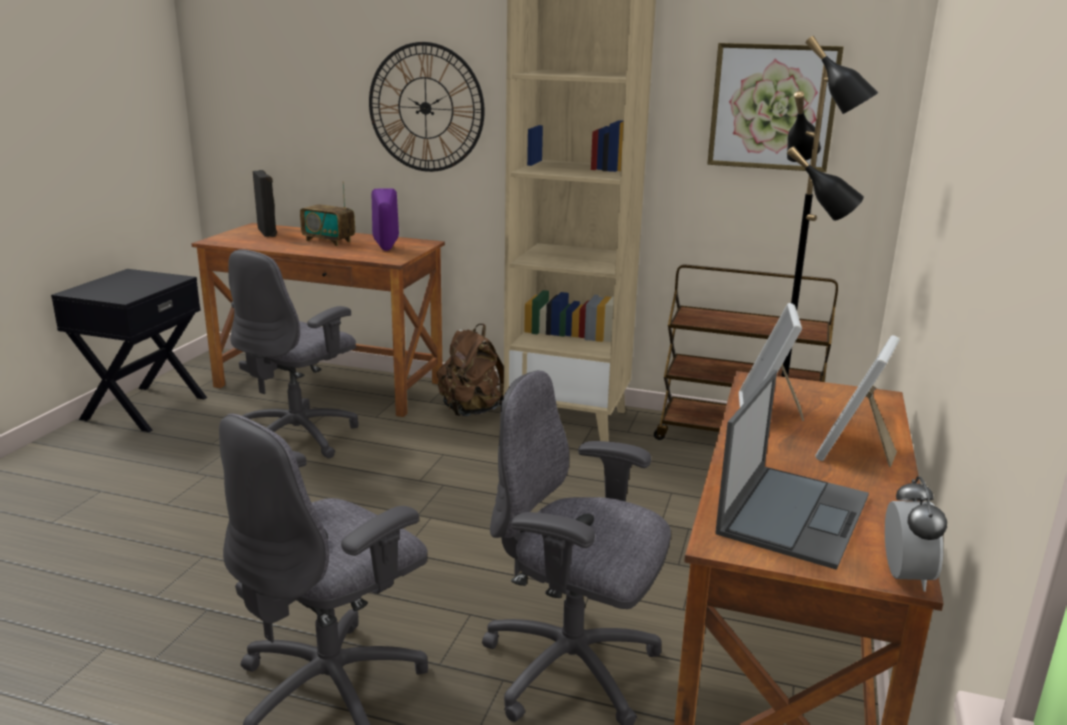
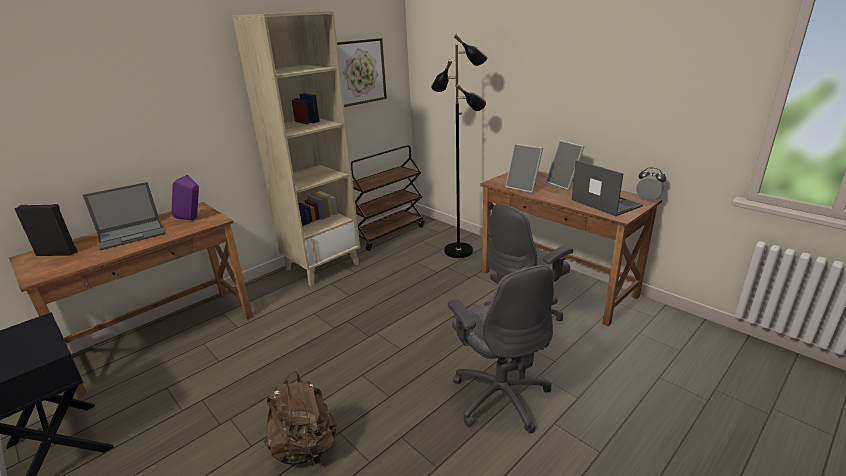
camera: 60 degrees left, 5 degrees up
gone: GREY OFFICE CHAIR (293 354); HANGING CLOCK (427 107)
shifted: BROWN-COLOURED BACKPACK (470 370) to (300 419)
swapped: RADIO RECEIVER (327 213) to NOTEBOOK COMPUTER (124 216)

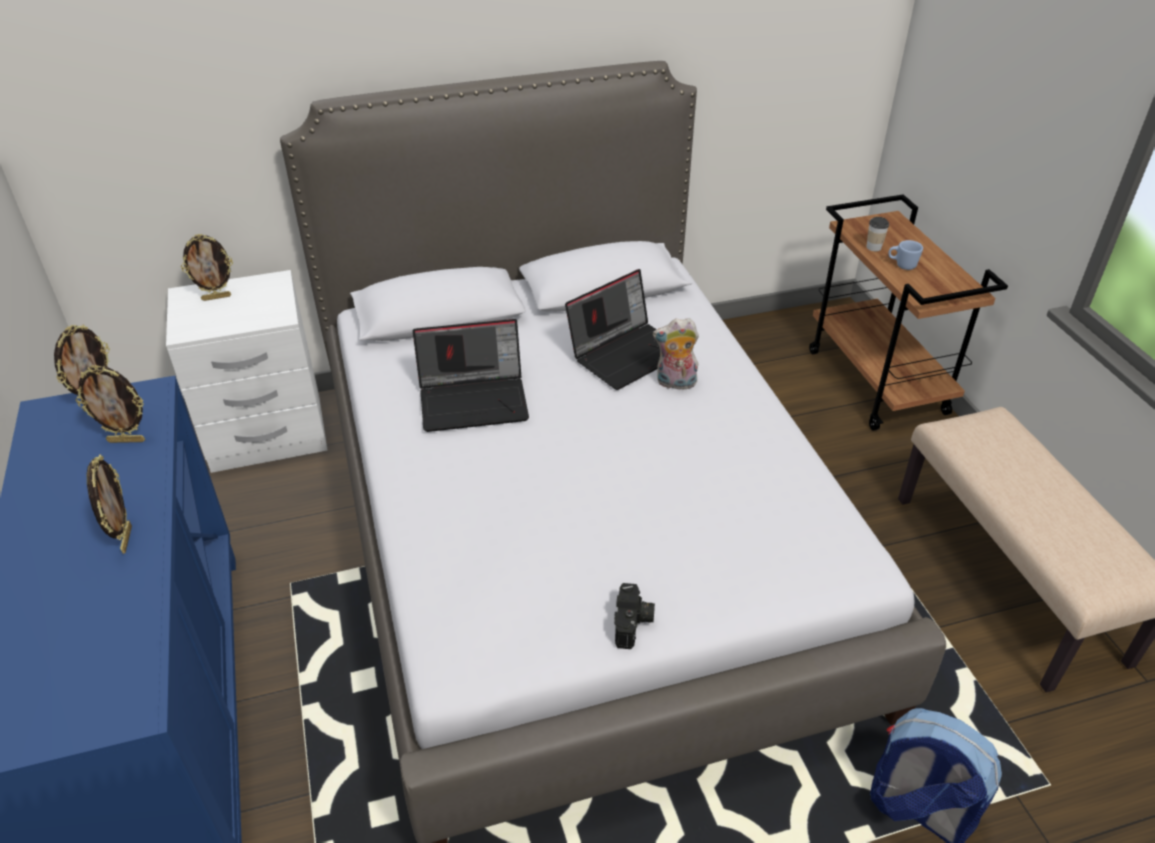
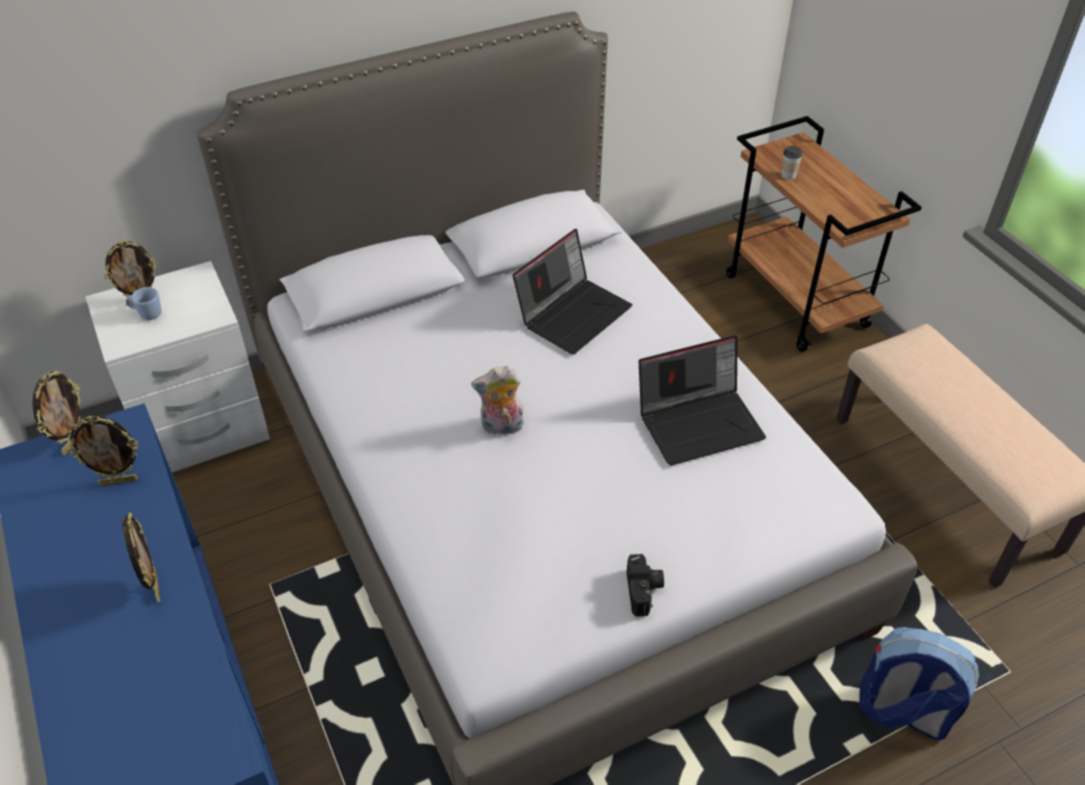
camera: 10 degrees left, 5 degrees up
shifted: NOTEBOOK COMPUTER (471 375) to (702 400); CUDDLY TOY (676 354) to (497 400); BLUE COFFEE MUG (905 255) to (144 303)

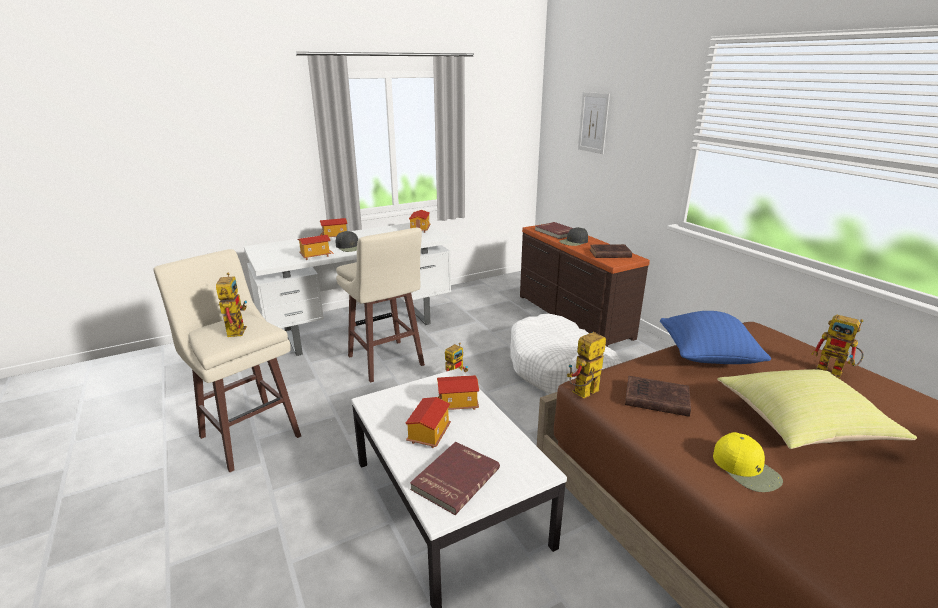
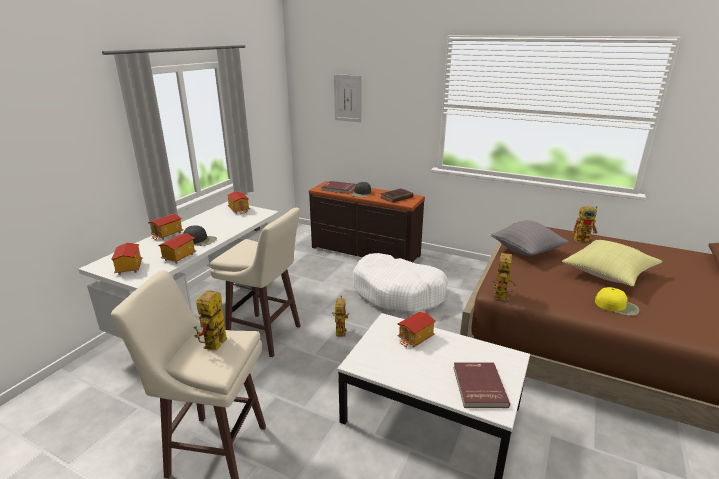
camera: 35 degrees left, 0 degrees up
gone: BROWN-COLOURED VOLUME (658 396)
shifted: MINIATURE HOUSE (428 422) to (127 259)
repainted: BLUE CUSHION (715 337) to GREY CUSHION (530 238)
rotated: MODEL ROBOT (231 304) = (210 320) 120 degrees counterclockwise

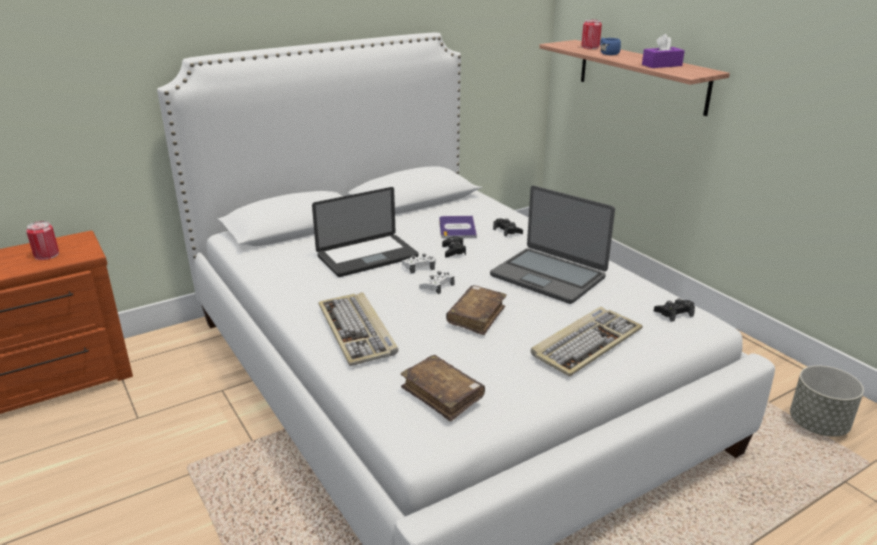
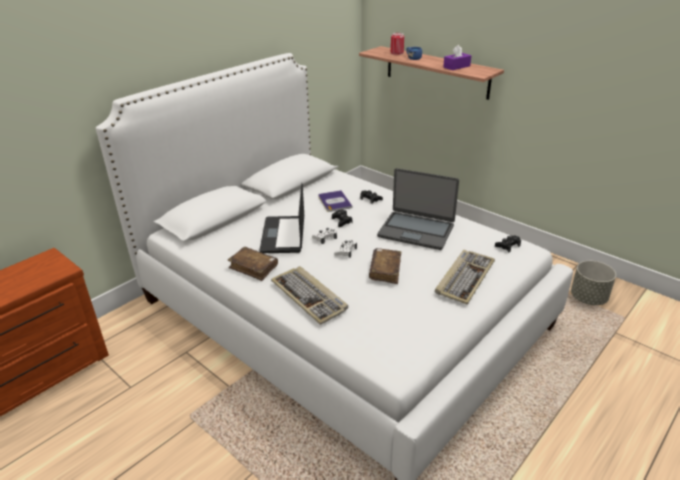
camera: 15 degrees left, 5 degrees up
gone: CAN (42 240)
shifted: BROWN-COLOURED VOLUME (442 388) to (253 264)
rotated: NOTEBOOK COMPUTER (365 232) = (282 218) 135 degrees clockwise

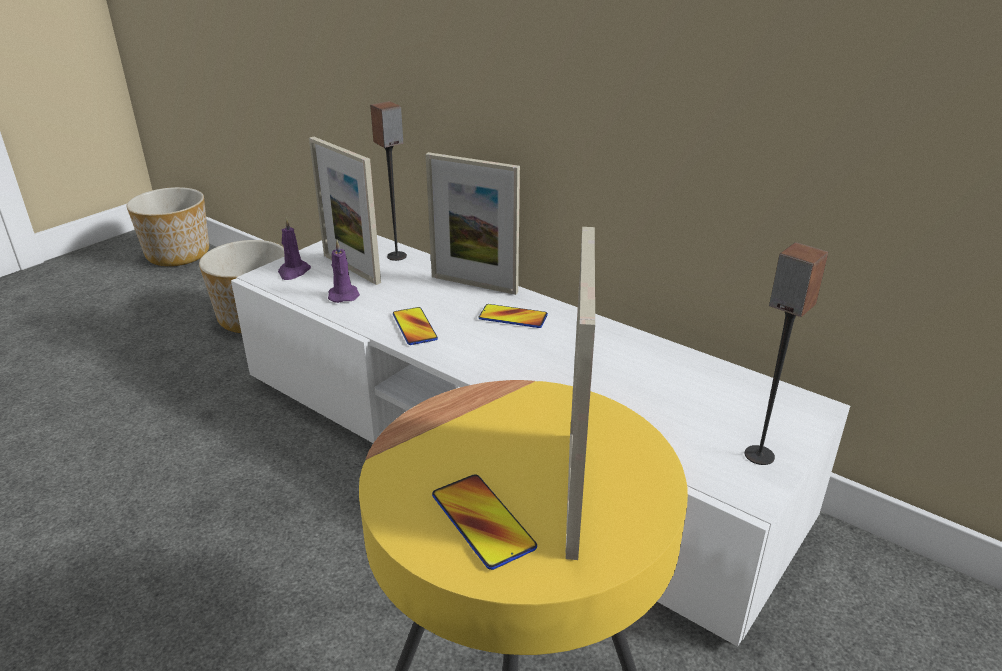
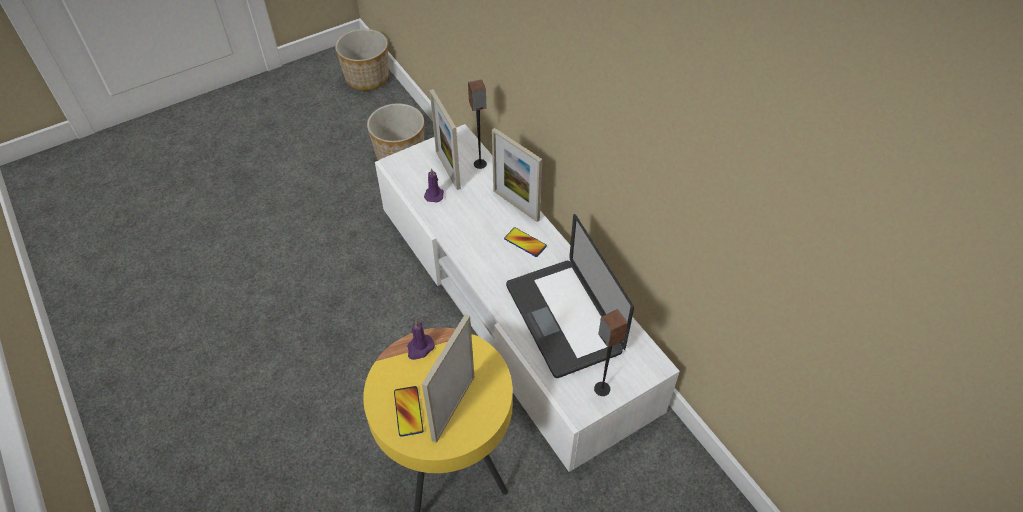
camera: 20 degrees right, 20 degrees up
gone: PHONE (415 326)
new: NOTEBOOK COMPUTER (570 296)
shifted: PURPLISH WAX CANDLE (294 249) to (421 340)

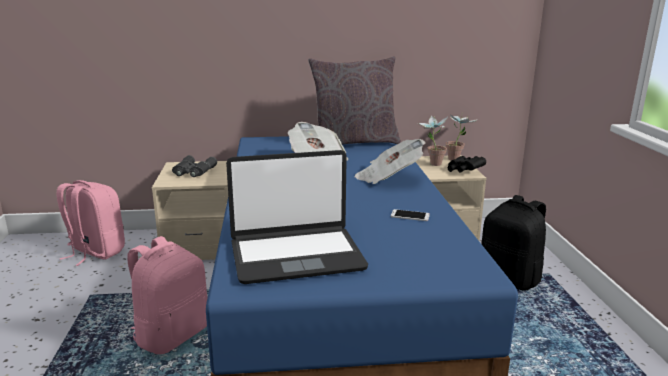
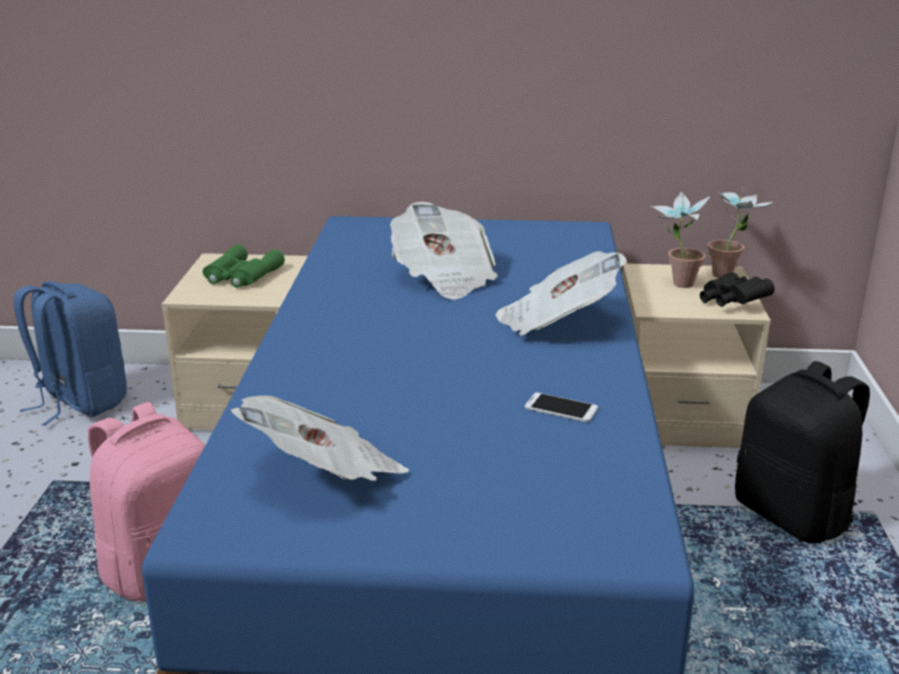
camera: 10 degrees right, 5 degrees up
gone: GREY CUSHION (354 100)
swapped: NOTEBOOK COMPUTER (297 217) to NEWSPAPER (320 438)
repainted: PINK BACKPACK (90 223) to BLUE BACKPACK (70 353); GREY BINOCULARS (194 166) to GREEN-COLOURED BINOCULARS (244 266)

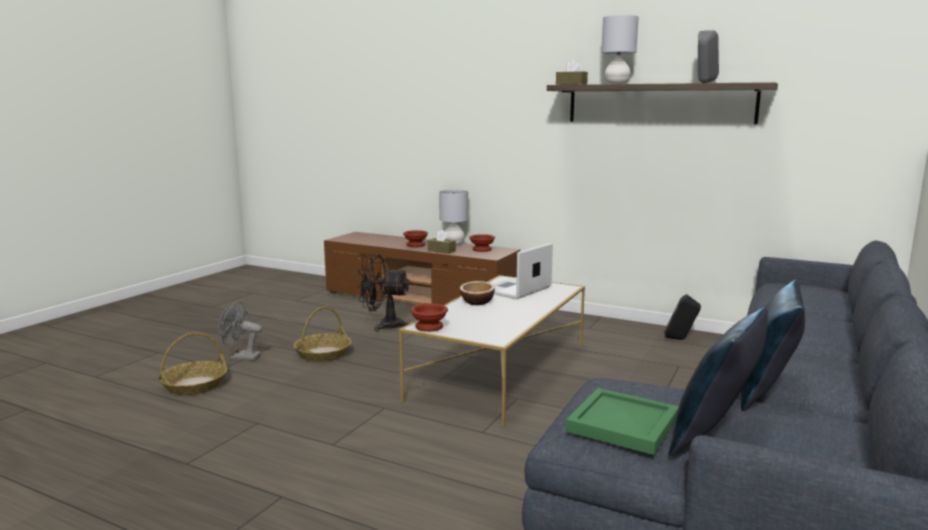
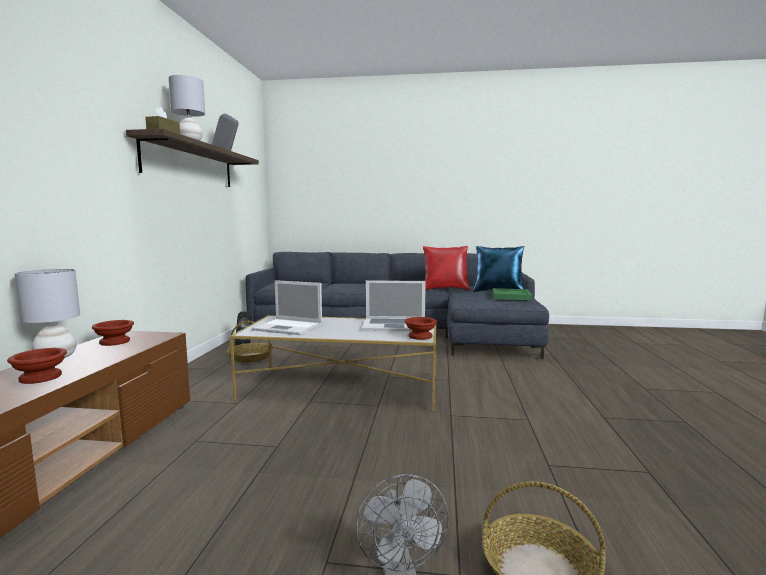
camera: 110 degrees left, 5 degrees down
gone: BLACK-COLOURED COOLING FAN (383 293); BROWN-COLOURED BOX OF TISSUES (442 242); SERVING BOWL (477 293)
new: NOTEBOOK COMPUTER (394 305)
shifted: BASKET (323 334) to (250 342)
repainted: BLUE CUSHION (773 345) to REDDISH CUSHION (447 268)

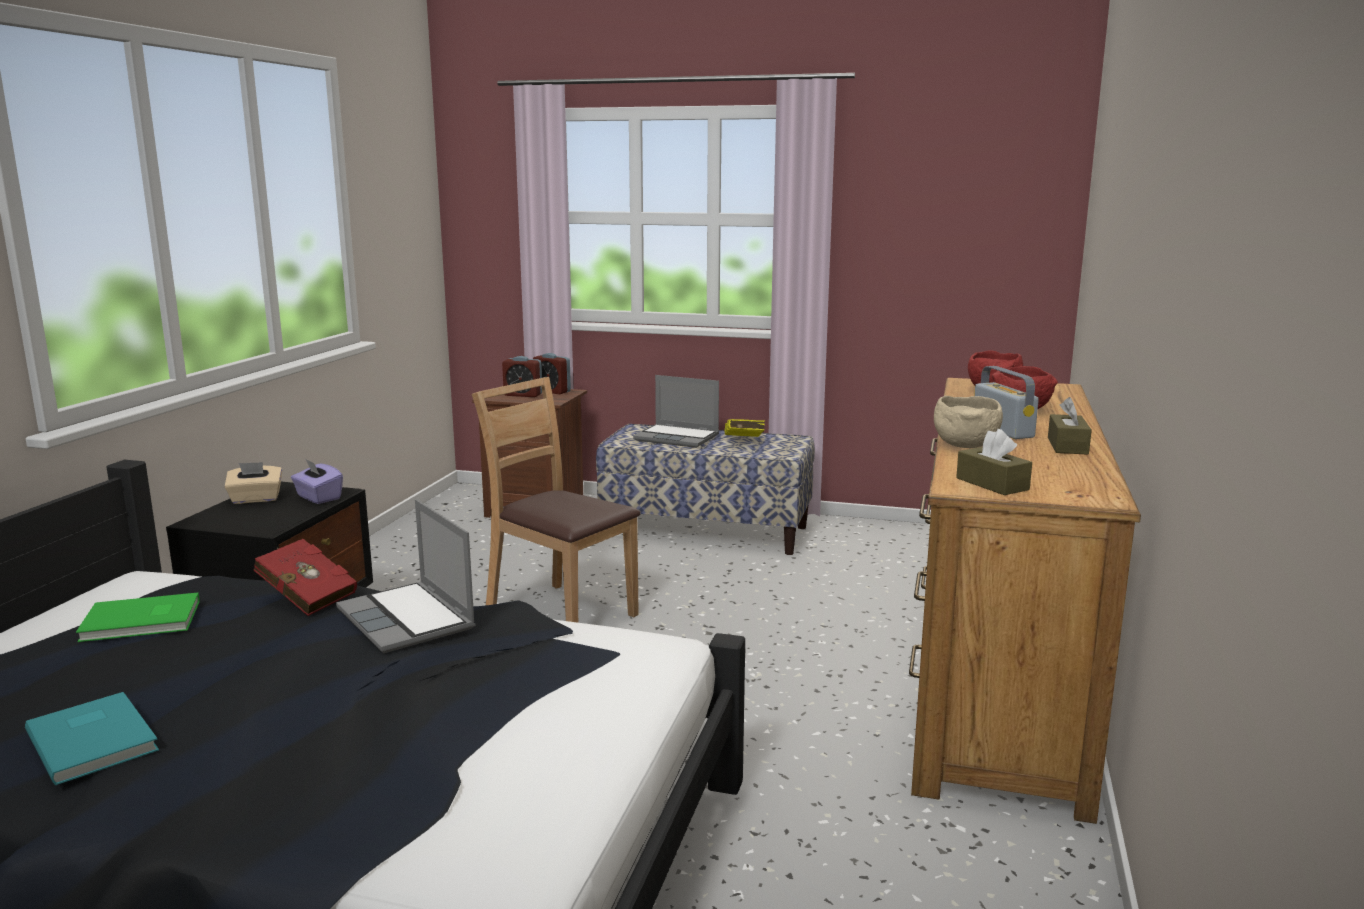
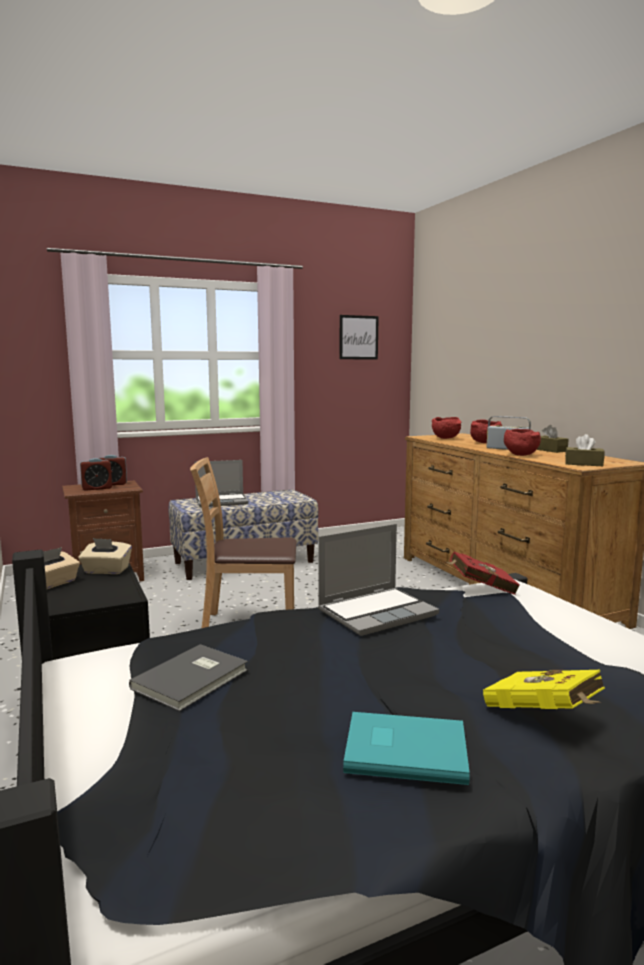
camera: 40 degrees left, 5 degrees down
new: WALL ART (359 337)
shifted: REDDISH VOLUME (305 577) to (482 573); YELLOW-COLOURED VOLUME (745 428) to (544 689)
repainted: GREEN-COLOURED VOLUME (138 617) to GREY VOLUME (188 678); PURPLISH BOX OF TISSUES (317 481) to BEIGE BOX OF TISSUES (105 556); BEIGE SERVING BOWL (968 422) to REDDISH SERVING BOWL (522 442)
rotated: NOTEBOOK COMPUTER (405 576) = (378 580) 45 degrees counterclockwise

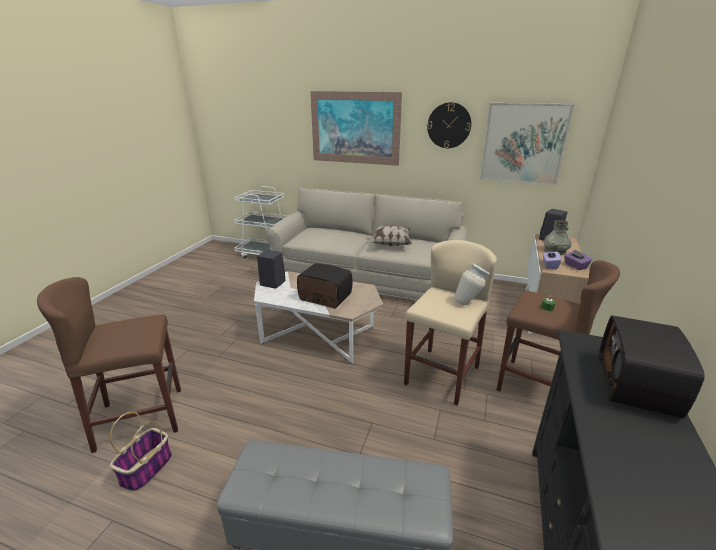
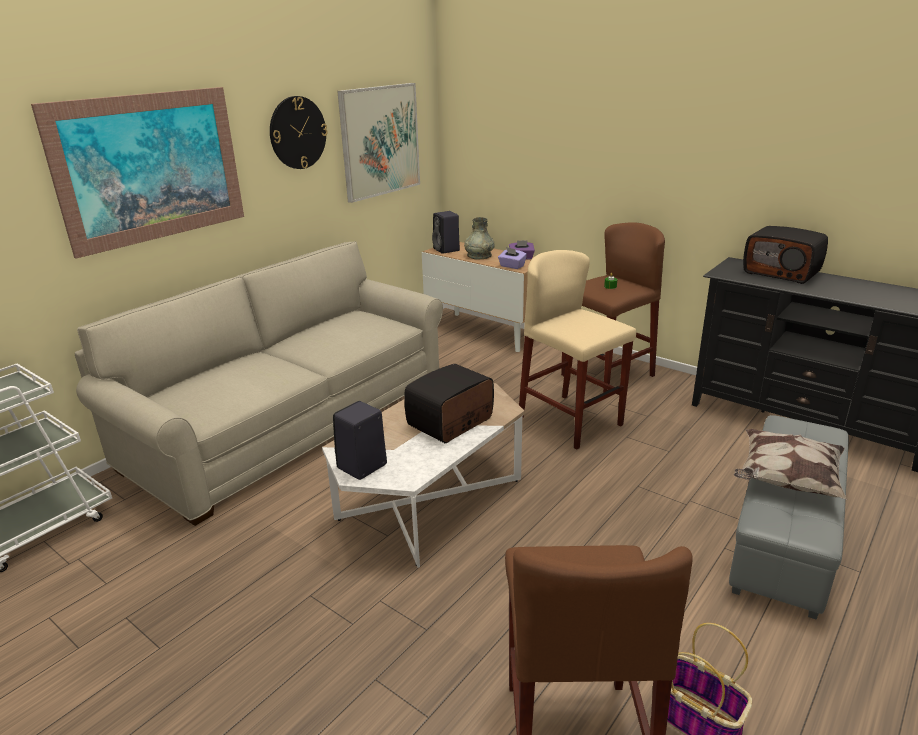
camera: 70 degrees left, 0 degrees up
gone: VASE (472 284)
shifted: CUSHION (391 235) to (790 464)

